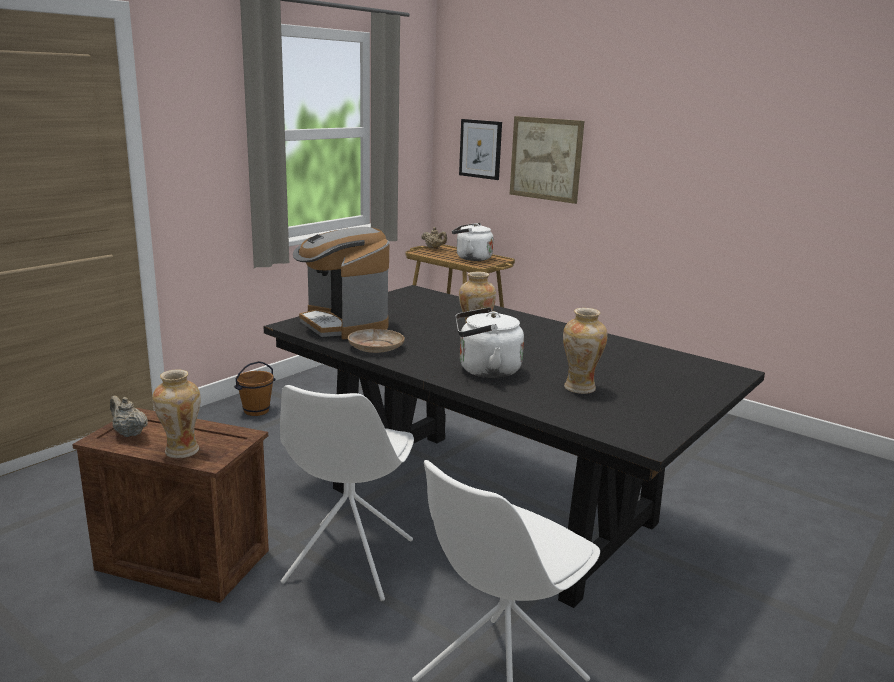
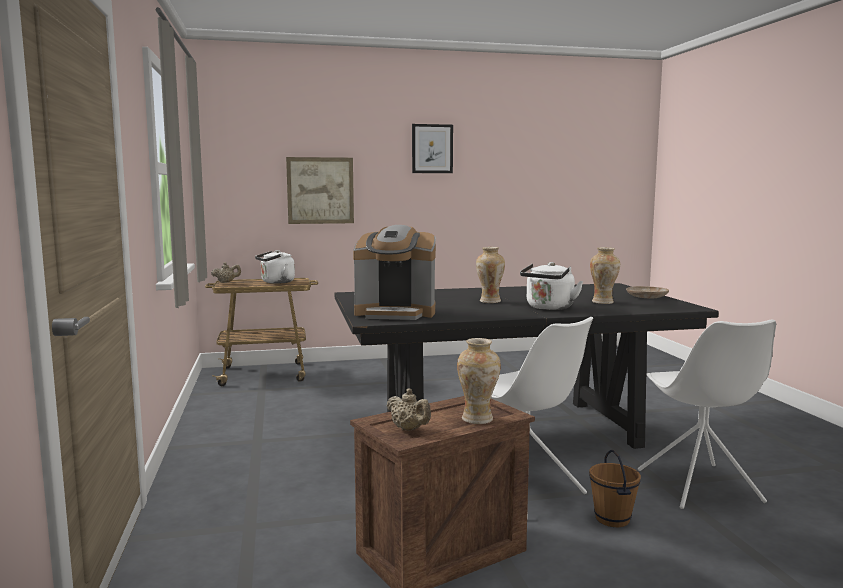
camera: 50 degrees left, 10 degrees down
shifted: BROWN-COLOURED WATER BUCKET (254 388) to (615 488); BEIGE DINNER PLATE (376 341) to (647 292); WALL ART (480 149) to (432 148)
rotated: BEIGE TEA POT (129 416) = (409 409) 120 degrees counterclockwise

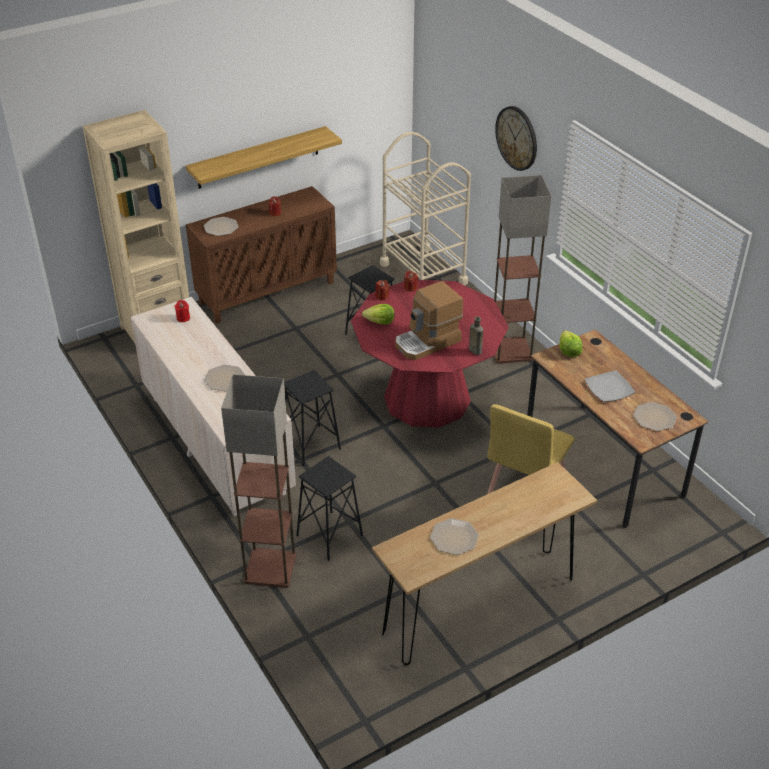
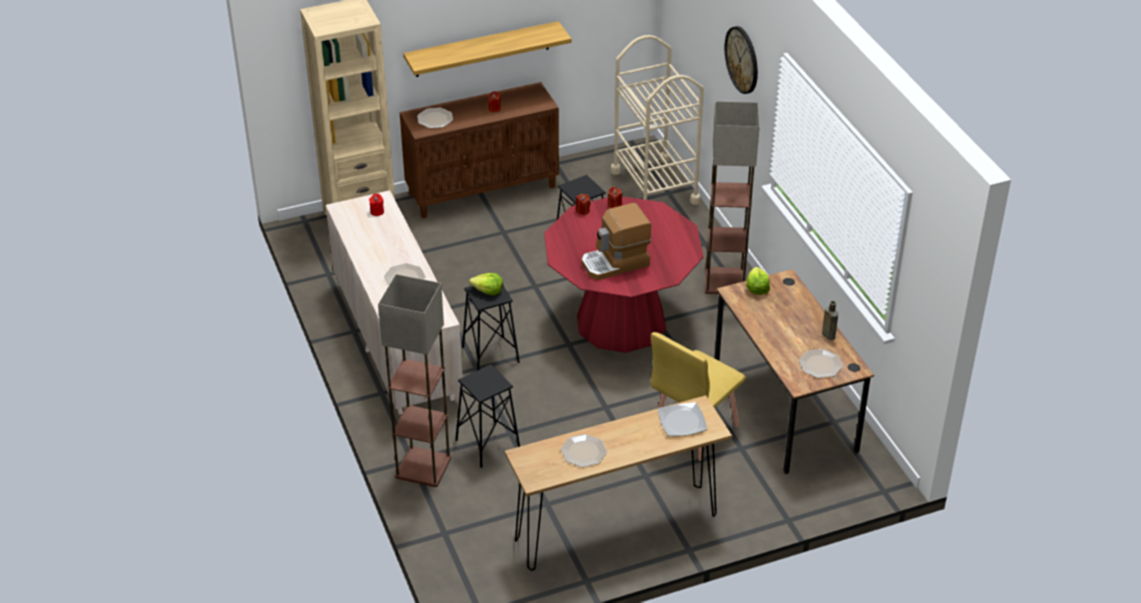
camera: 10 degrees right, 0 degrees up
shifted: LETTUCE HEAD (378 314) to (486 284); BROWN-COLOURED DRINK BOTTLE (476 336) to (830 320); DINNER PLATE (610 386) to (682 419)

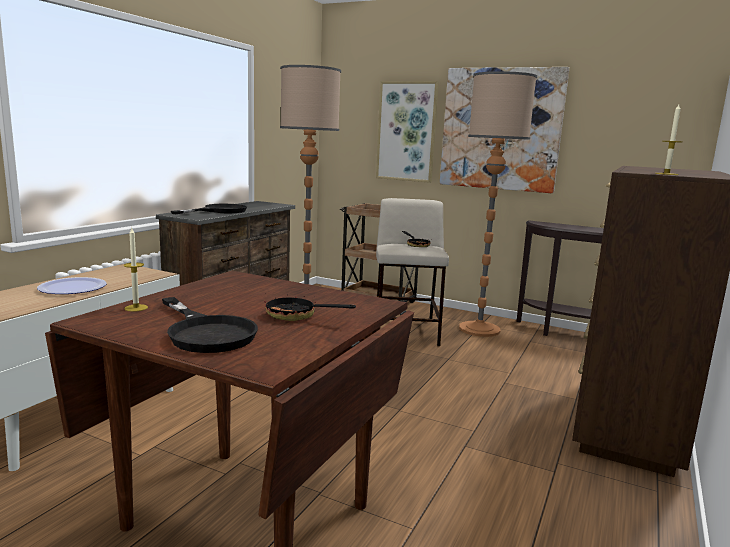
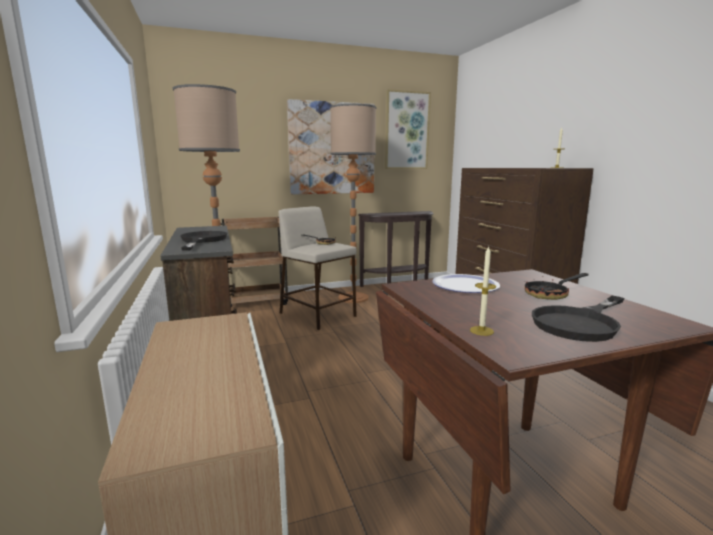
camera: 45 degrees left, 0 degrees up
shifted: DINNER PLATE (72 285) to (466 283); WALL ART (407 132) to (408 129)
rotated: BLACK-COLOURED FRYING PAN (210 325) = (578 319) 135 degrees clockwise

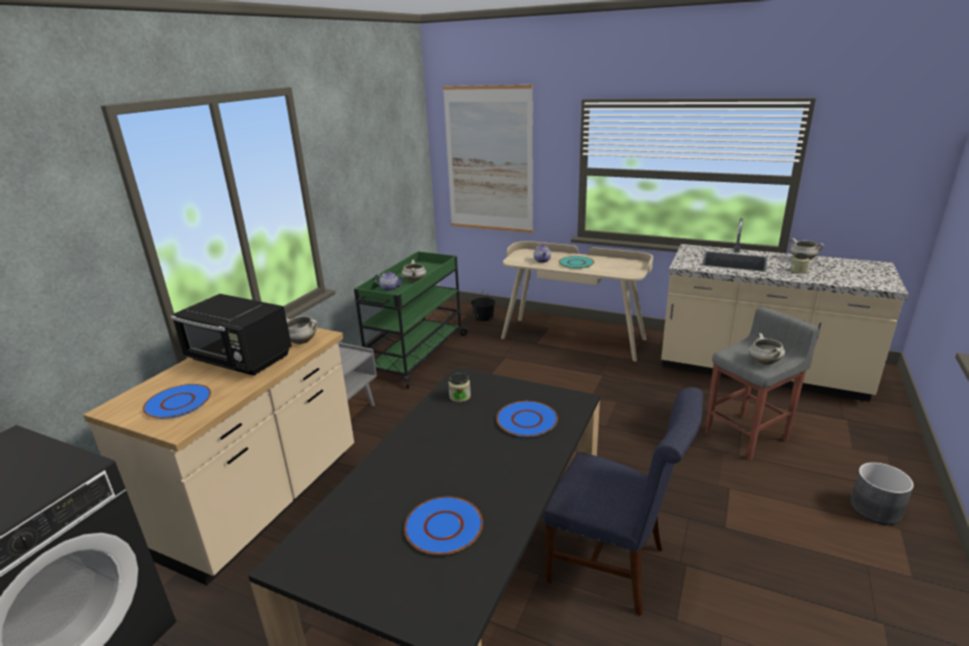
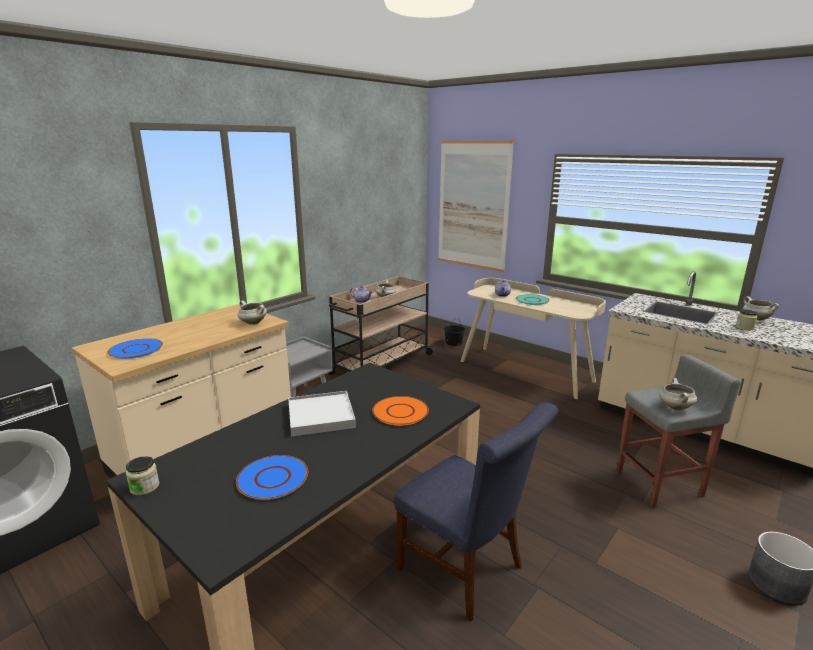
camera: 15 degrees right, 5 degrees down
gone: BLACK-COLOURED MICROWAVE (231 335)
new: WHITISH CARRYING TRAY (322 414)
shifted: JAR (459 387) to (143 475)
repainted: GREEN-COLOURED TROLLEY (411 320) to BEIGE TROLLEY (381 325); BLUE DINNER PLATE (527 419) to ORANGEY DINNER PLATE (400 411)

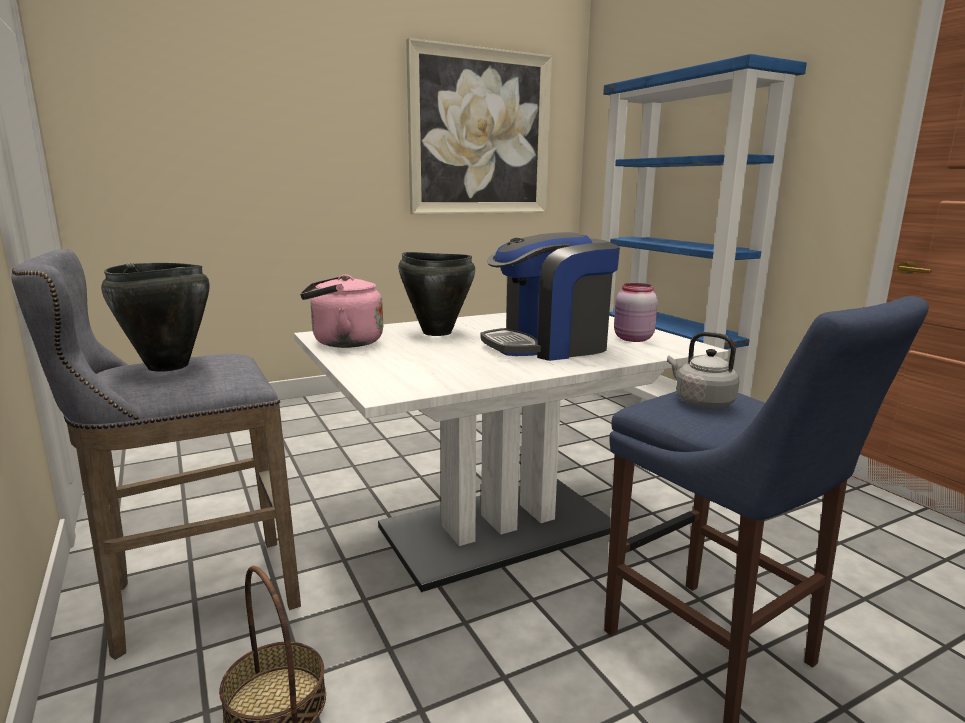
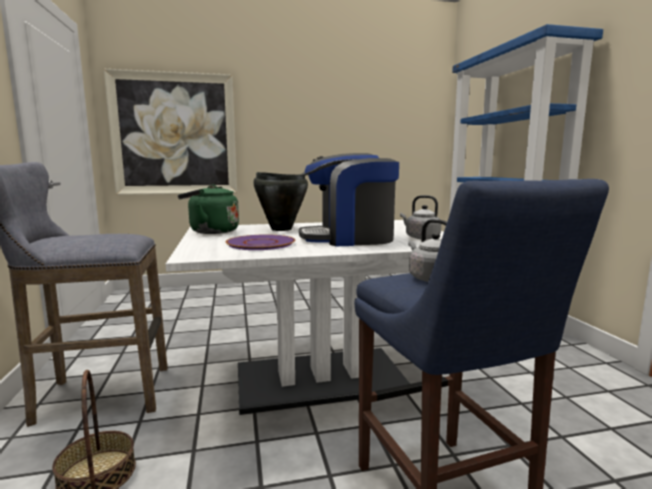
camera: 15 degrees right, 5 degrees down
gone: BLACK-COLOURED SAUCEPOT (155 317)
new: PURPLISH DINNER PLATE (260 242)
shifted: WALL ART (479 126) to (170 132)
swapped: PINK JAR (636 312) to GREY KETTLE (420 217)
repainted: PINK KETTLE (341 311) to GREEN-COLOURED KETTLE (208 209)

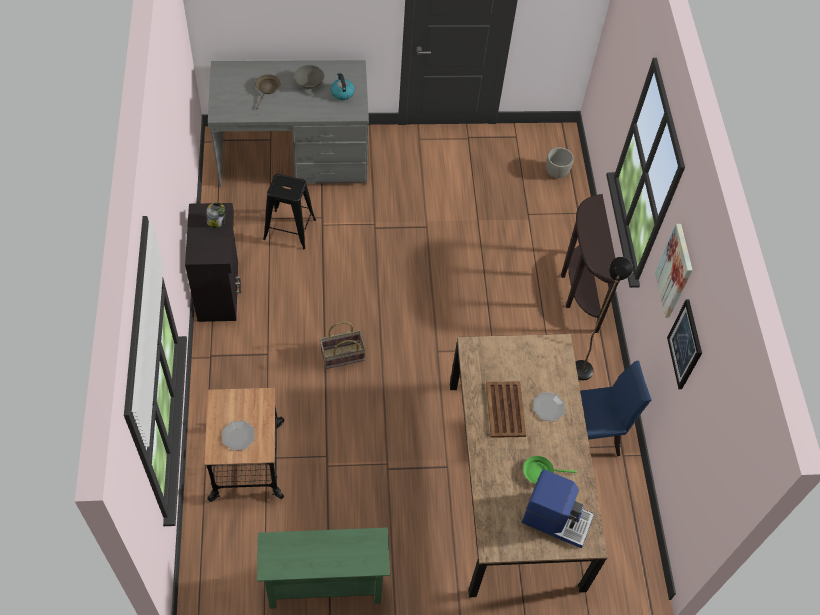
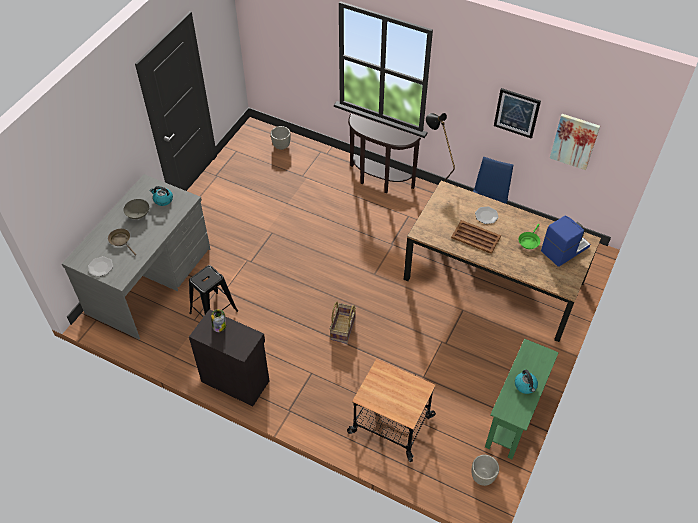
camera: 55 degrees left, 5 degrees down
new: GREY PLANTER (485 470); KETTLE (526 382)
shifted: DINNER PLATE (238 436) to (100 266); WALL ART (674 271) to (575 142)

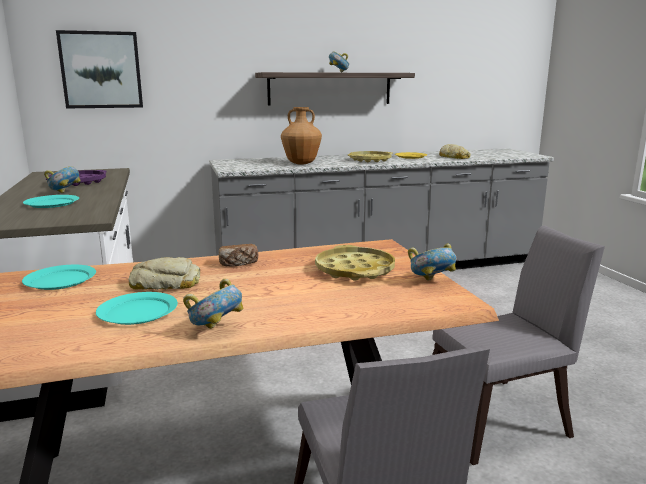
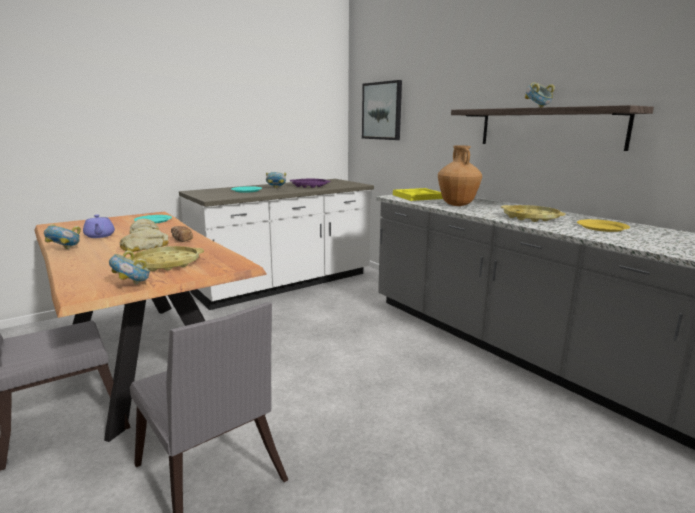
camera: 70 degrees right, 0 degrees up
new: YELLOW-COLOURED CARRYING TRAY (418 194)
shifted: BAKERY BREAD (455 151) to (144 240)
swapped: BLUE-GREEN DINNER PLATE (137 308) to PURPLISH TEA POT (99 226)

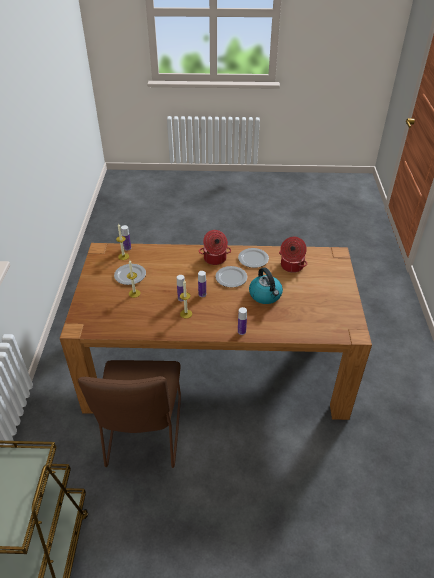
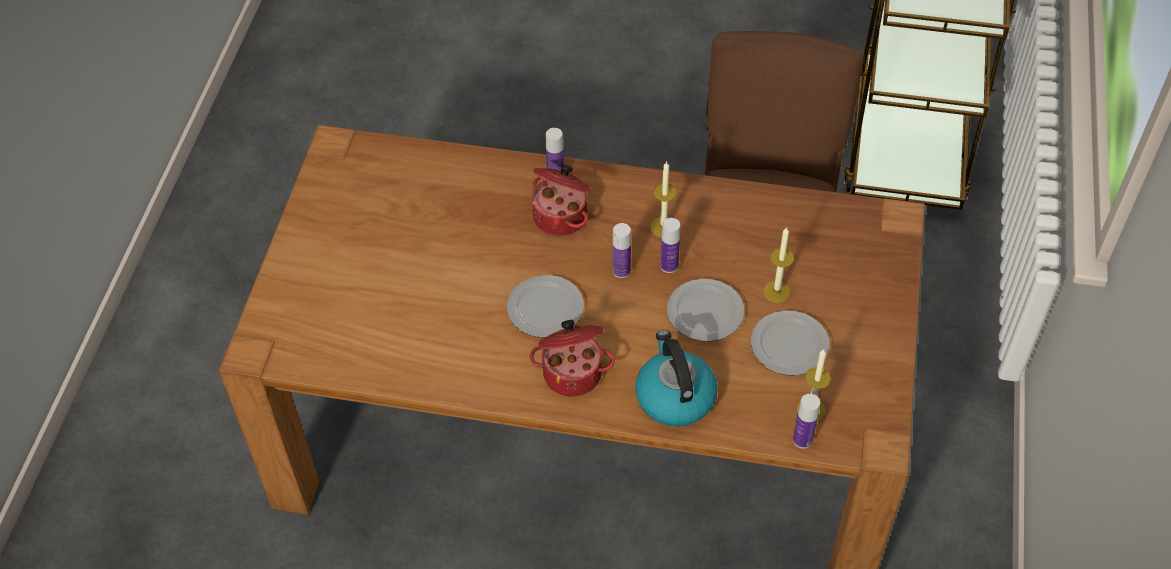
camera: 170 degrees left, 10 degrees up
shifted: DINNER PLATE (253 258) to (705 310); KETTLE (266 285) to (676 378); SAUCEPOT (293 255) to (561 200)

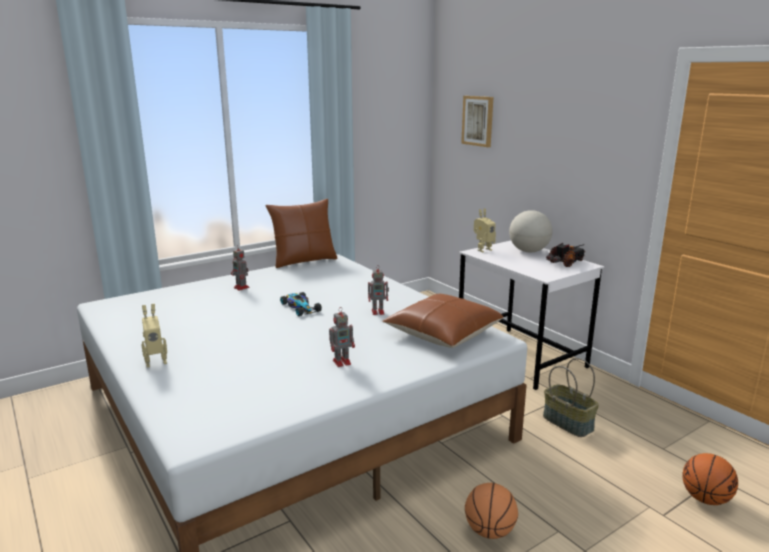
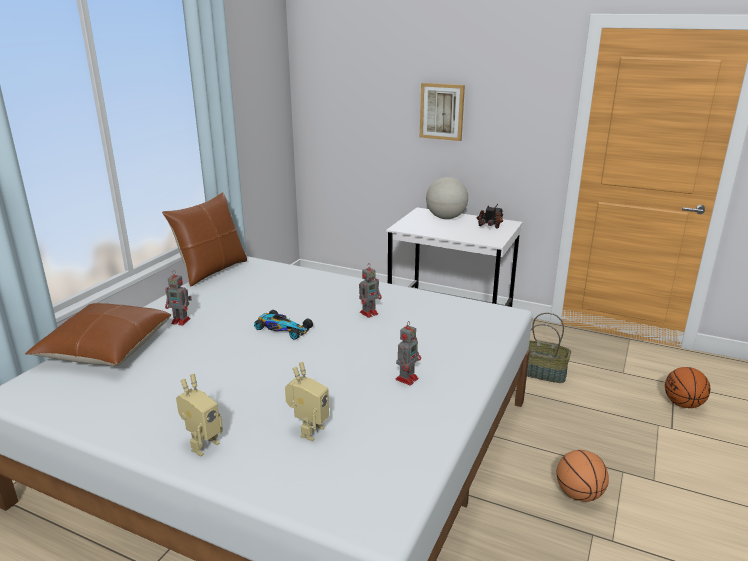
camera: 30 degrees left, 5 degrees up
shifted: BROWN-COLOURED CUSHION (442 321) to (98 334); WALL ART (477 121) to (442 112); MODEL ROBOT (485 230) to (307 401)

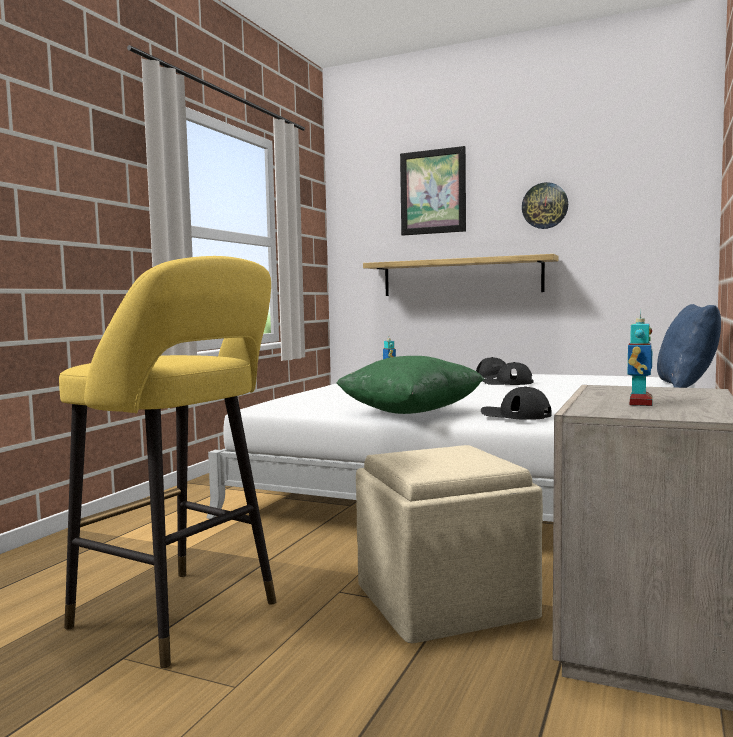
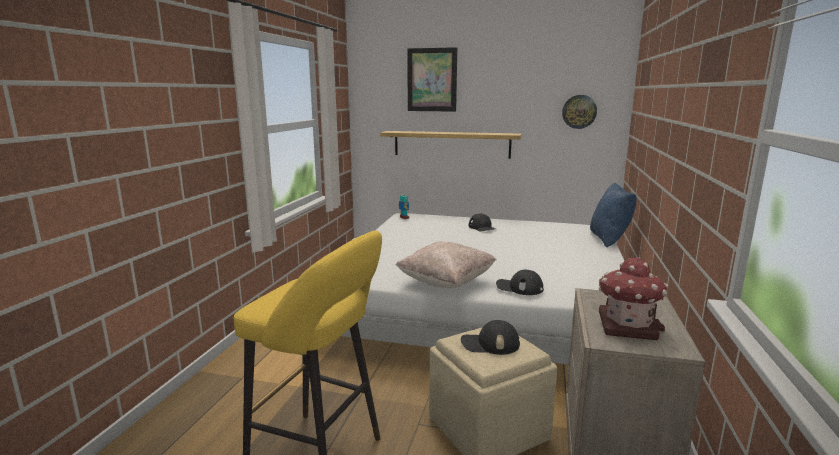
camera: 10 degrees left, 10 degrees up
shifted: BLACK-COLOURED PEAKED CAP (508 373) to (490 337); HANGING CLOCK (545 205) to (579 112)
swapped: MODEL ROBOT (640 357) to MINIATURE HOUSE (633 298)
repainted: GREEN-COLOURED CUSHION (410 385) to BEIGE CUSHION (446 264)

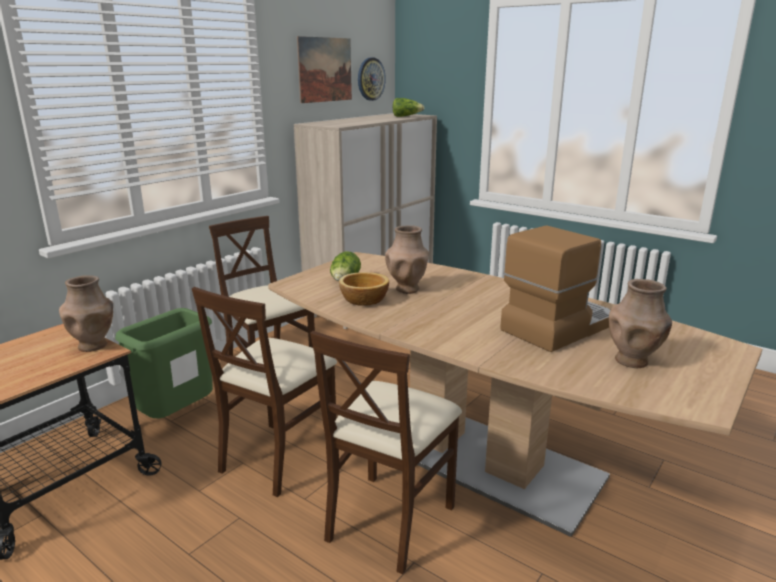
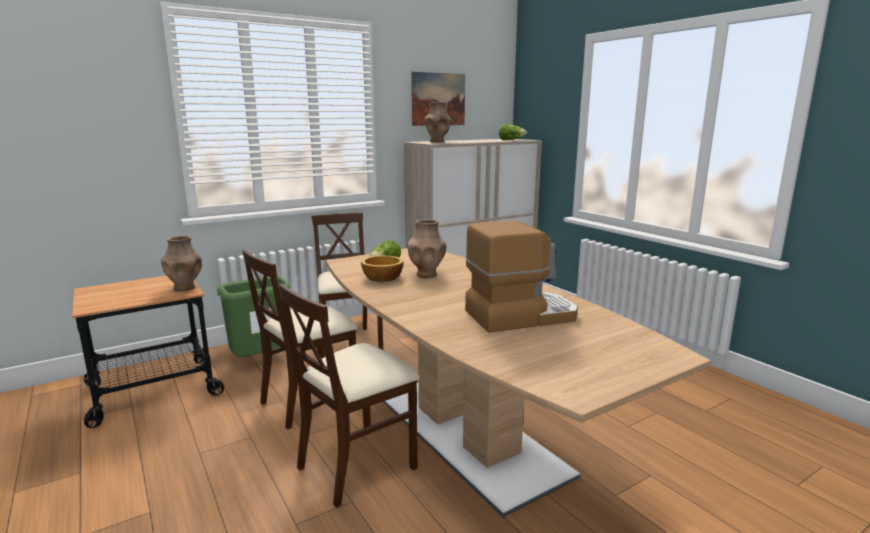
camera: 20 degrees right, 5 degrees down
gone: HANGING CLOCK (372 79)
shifted: BROWN-COLOURED VASE (640 323) to (438 122)

